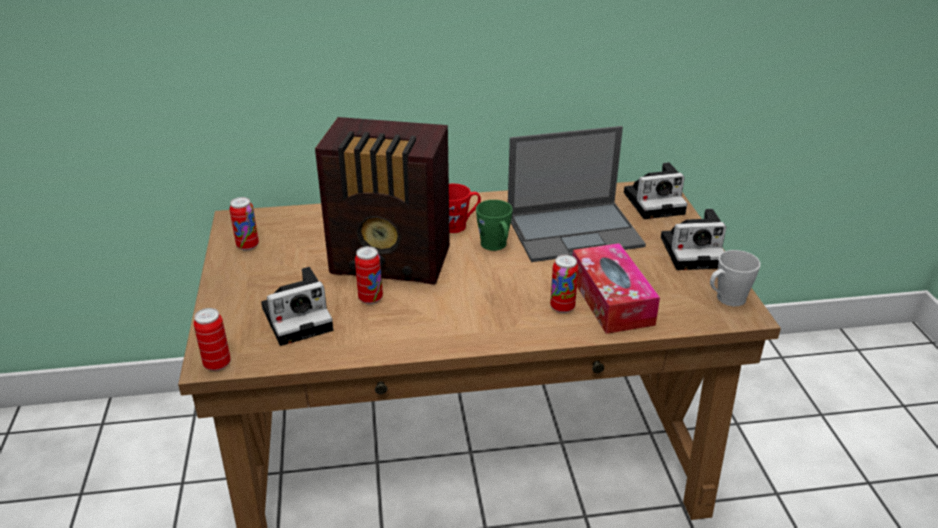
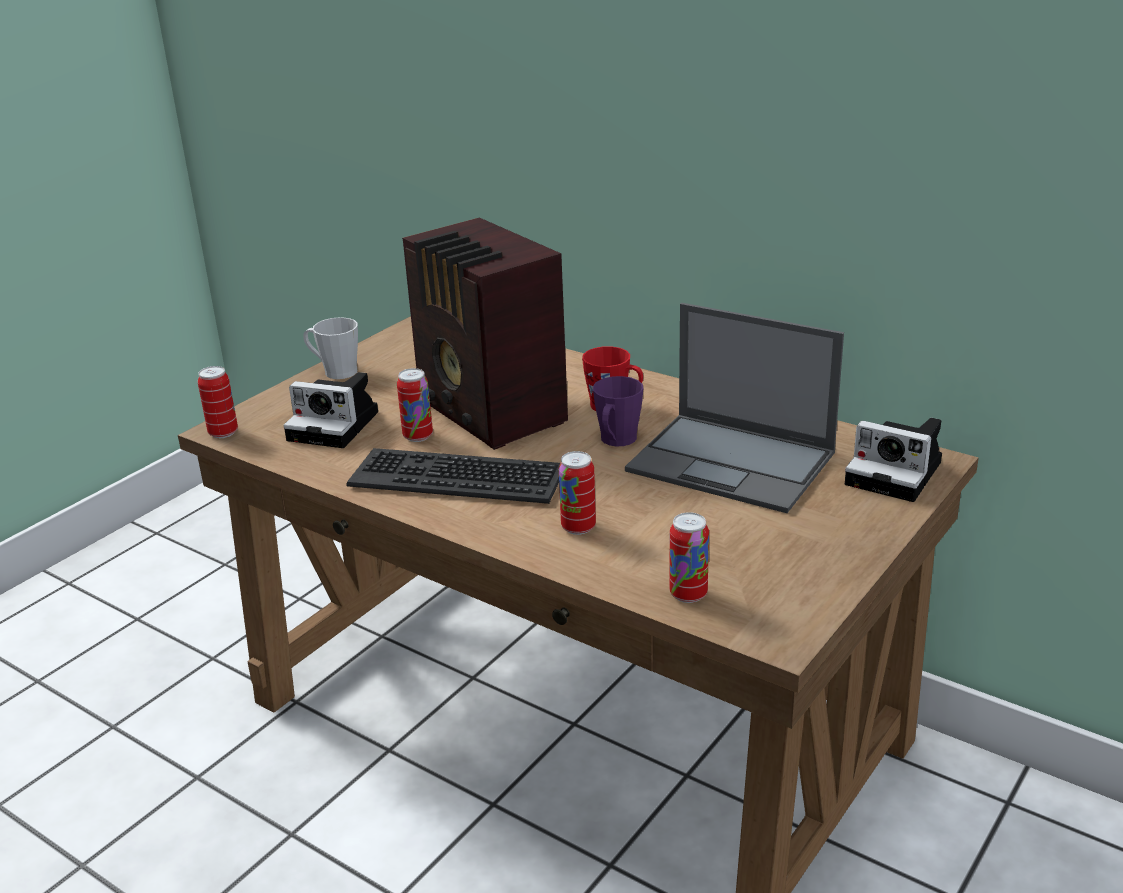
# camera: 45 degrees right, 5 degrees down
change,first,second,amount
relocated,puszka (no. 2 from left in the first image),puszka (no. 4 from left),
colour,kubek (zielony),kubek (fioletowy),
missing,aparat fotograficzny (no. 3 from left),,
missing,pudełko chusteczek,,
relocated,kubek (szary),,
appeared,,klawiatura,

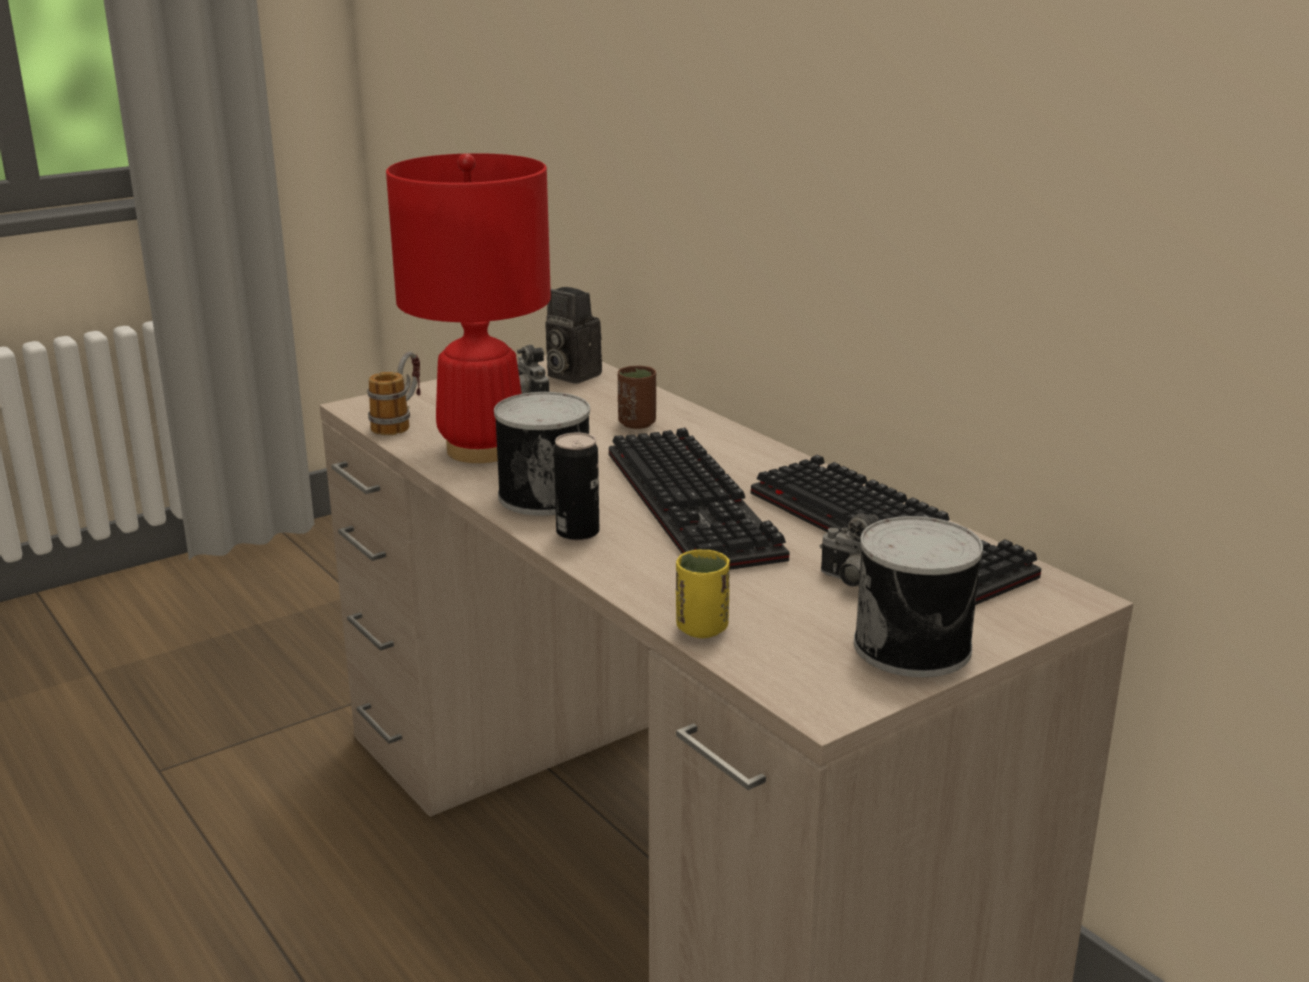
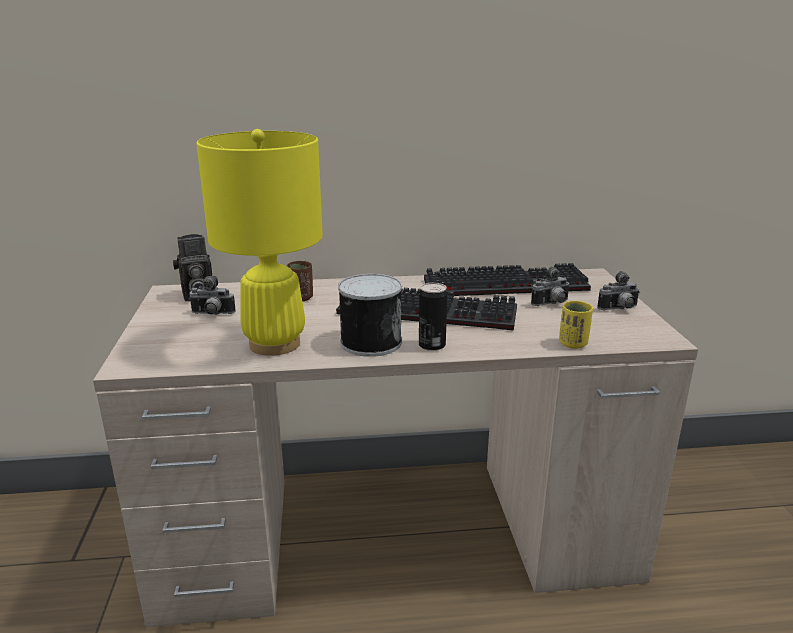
# camera: 60 degrees left, 0 degrees up
change,first,second,amount
colour,lampa stołowa (czerwony),lampa stołowa (żółty),
missing,kubek,,
exchanged,puszka (no. 3 from left),aparat fotograficzny (no. 4 from left),

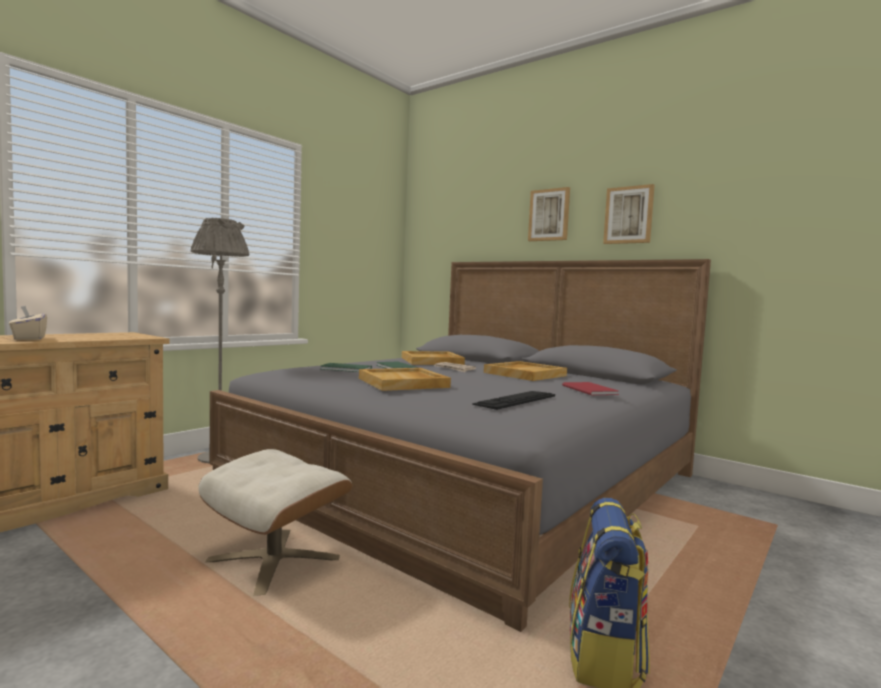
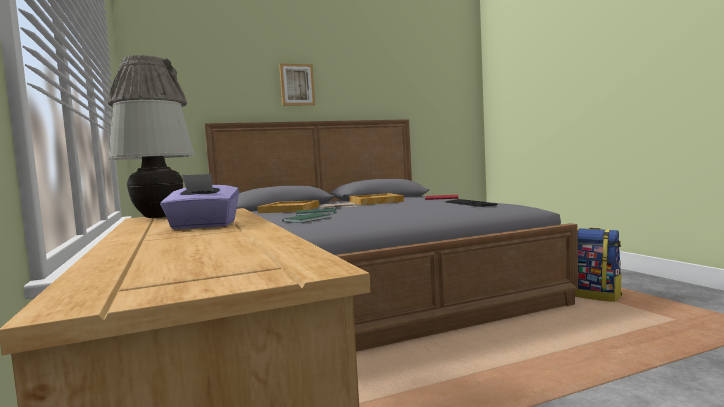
# camera: 60 degrees left, 0 degrees up
change,first,second,amount
missing,obraz (no. 2 from left),,
colour,pudełko chusteczek (beżowy),pudełko chusteczek (fioletowy),
missing,taca (beżowy) (no. 1 from left),,
missing,pufa (beżowy),,
appeared,,lampa stołowa (biały),

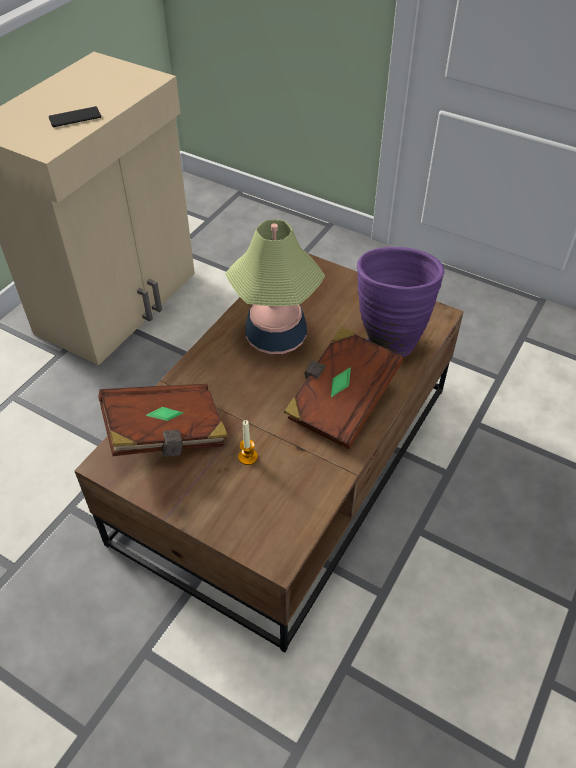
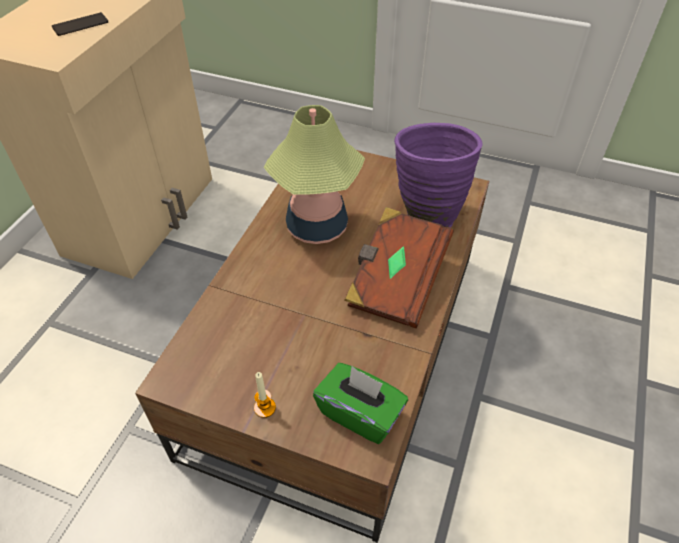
# camera: 10 degrees left, 0 degrees up
change,first,second,amount
missing,książka (brązowy) (no. 1 from left),,
relocated,świeca,,
appeared,,pudełko chusteczek (zielony),

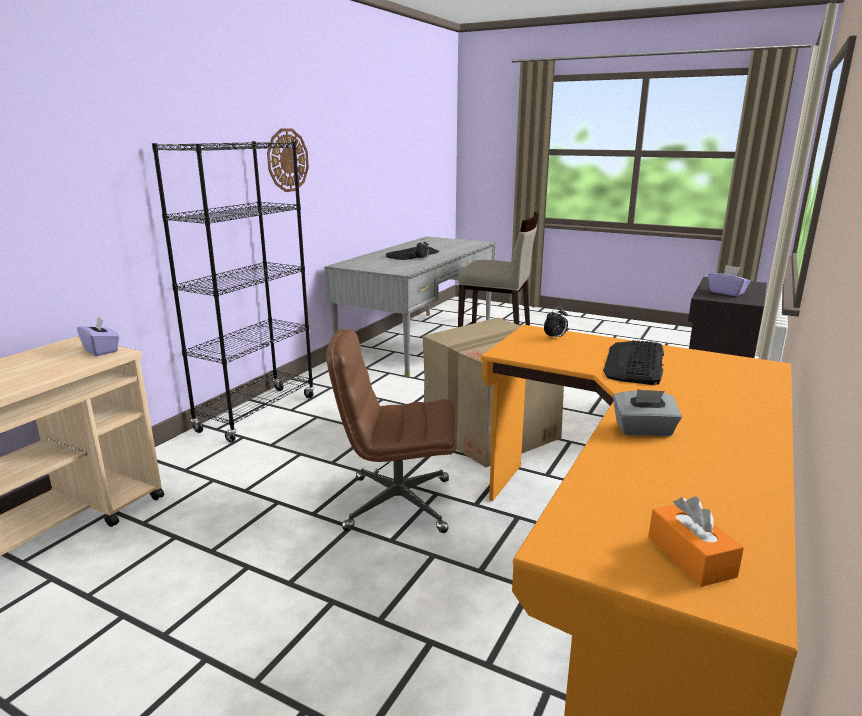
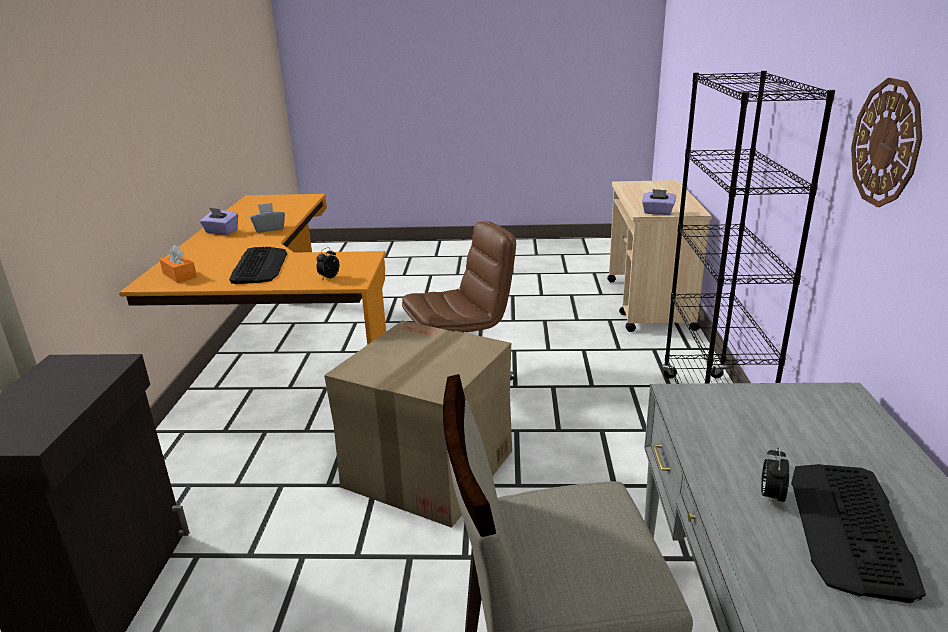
# camera: 155 degrees right, 5 degrees up
change,first,second,amount
relocated,pudełko chusteczek (fioletowy) (no. 2 from left in the first image),pudełko chusteczek (fioletowy) (no. 1 from left),
relocated,pudełko chusteczek (pomarańczowy),,

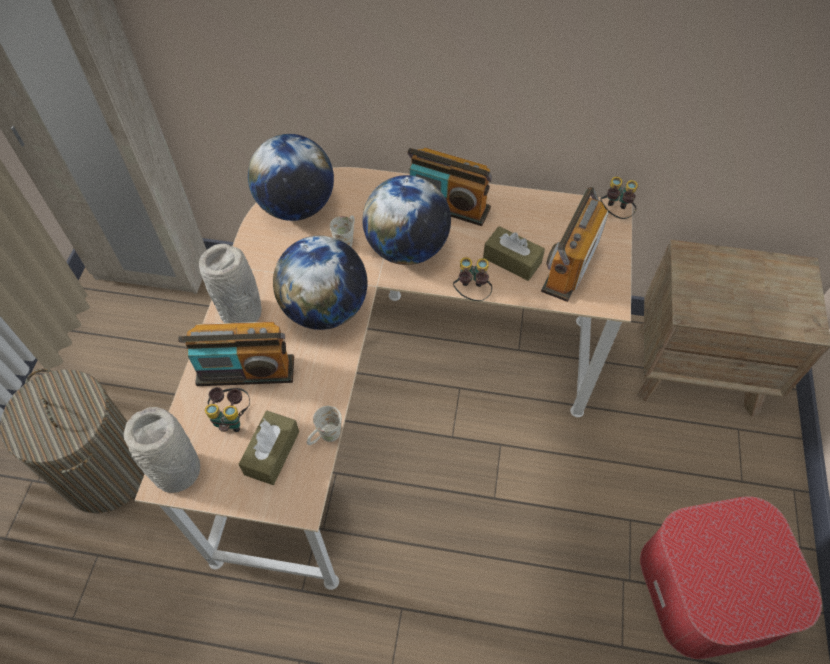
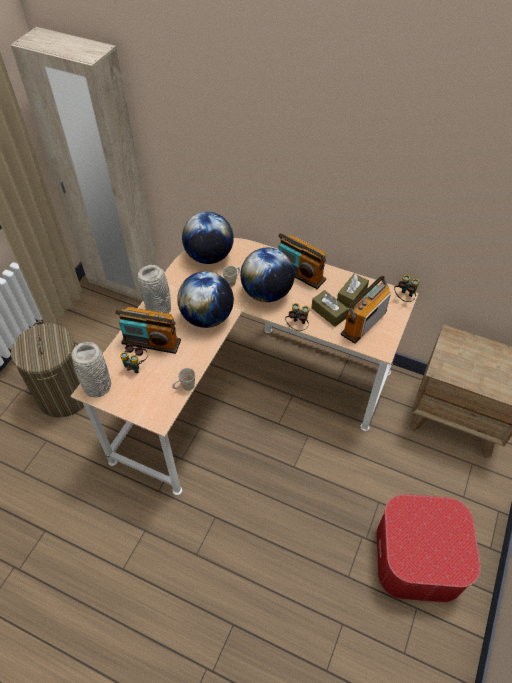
# camera: 15 degrees right, 5 degrees down
change,first,second,amount
relocated,pudełko chusteczek (brązowy) (no. 1 from left in the first image),pudełko chusteczek (brązowy) (no. 2 from left),

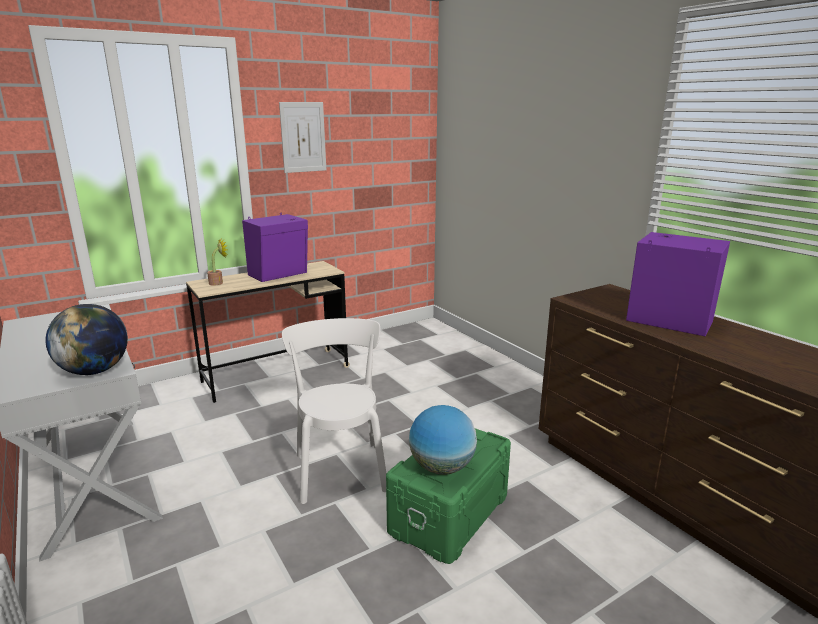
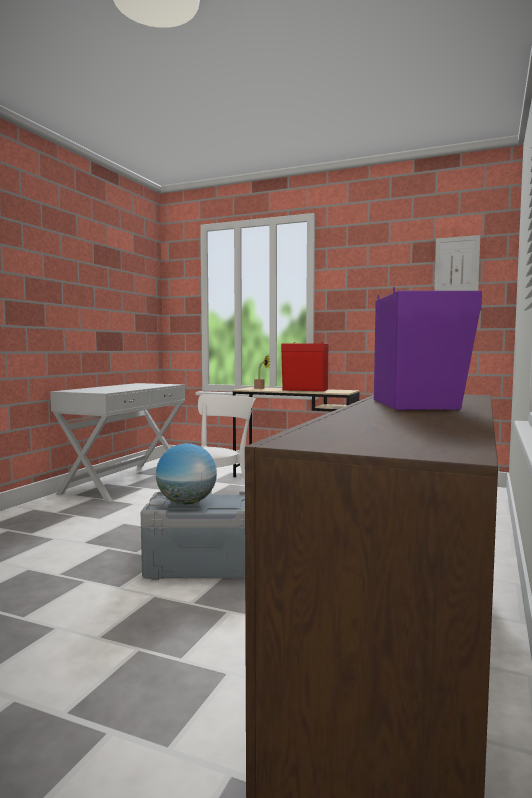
# camera: 55 degrees right, 15 degrees down
change,first,second,amount
relocated,obraz,,
colour,głośnik (fioletowy) (no. 1 from left),głośnik (czerwony),
missing,globus (no. 1 from left),,
colour,pojemnik do przechowywania (zielony),pojemnik do przechowywania (szary),

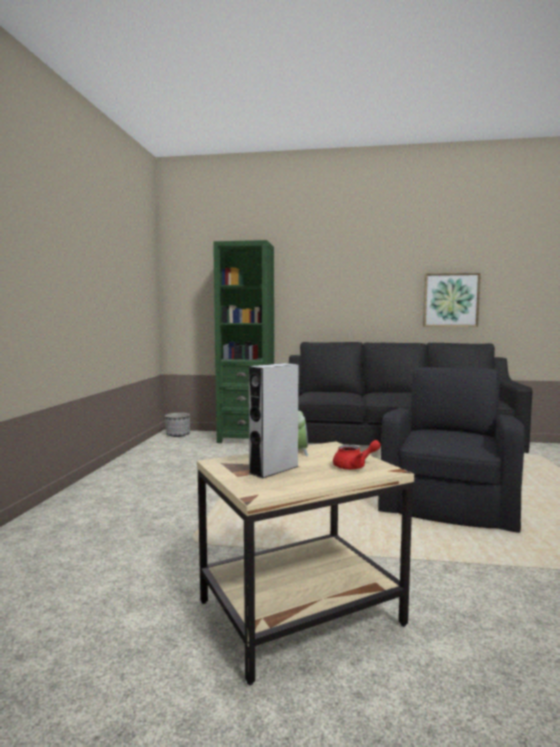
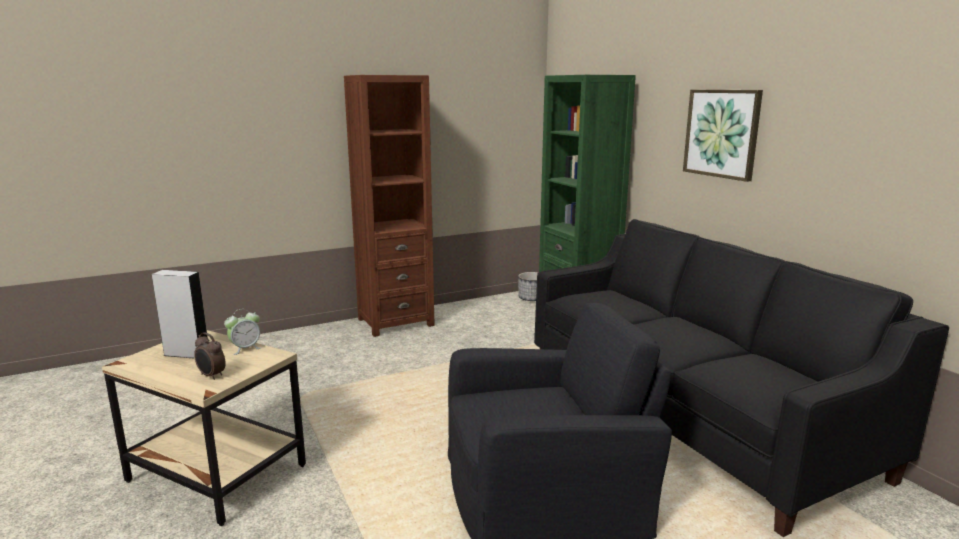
# camera: 55 degrees right, 10 degrees up
change,first,second,amount
relocated,obraz,,
exchanged,imbryk (czerwony),budzik (no. 1 from left),
appeared,,regał (brązowy),

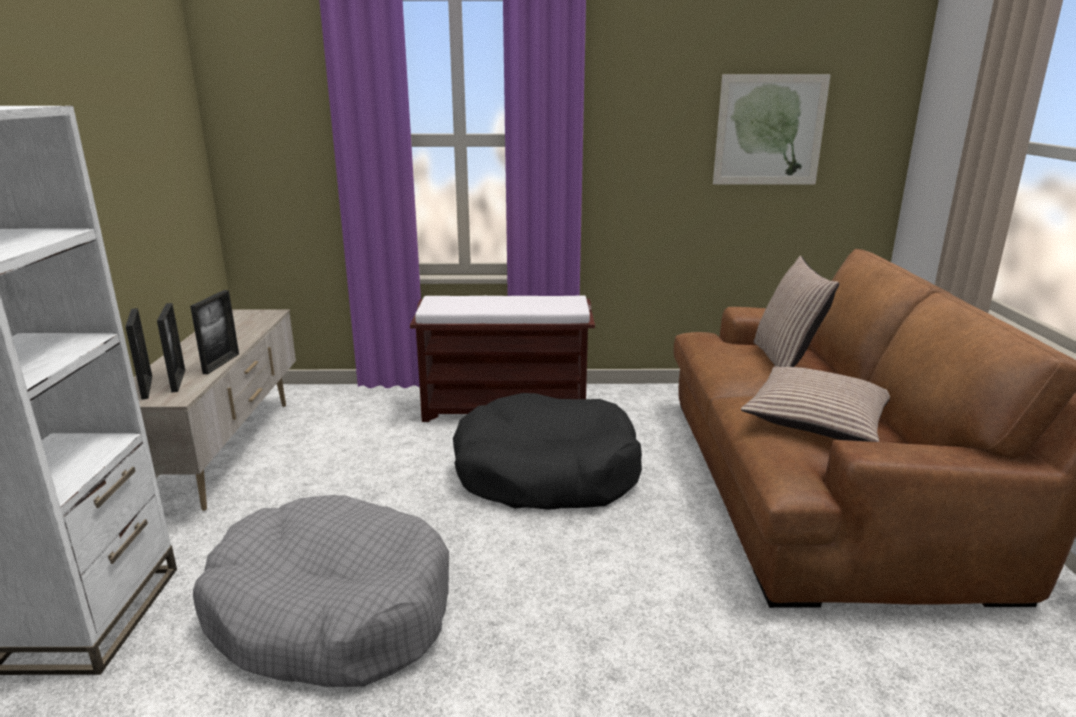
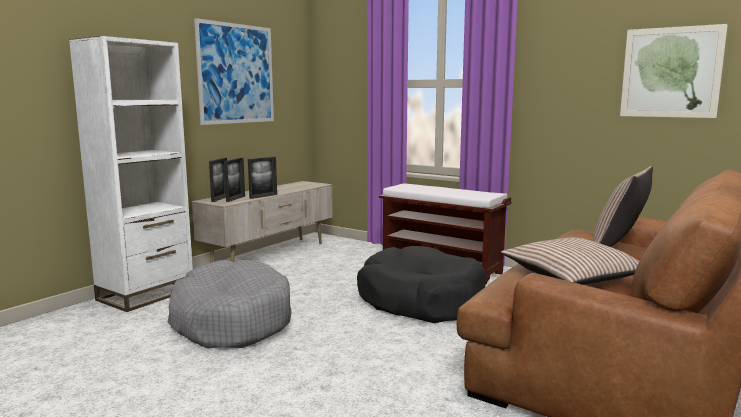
# camera: 35 degrees right, 10 degrees down
change,first,second,amount
appeared,,obraz (no. 1 from left),

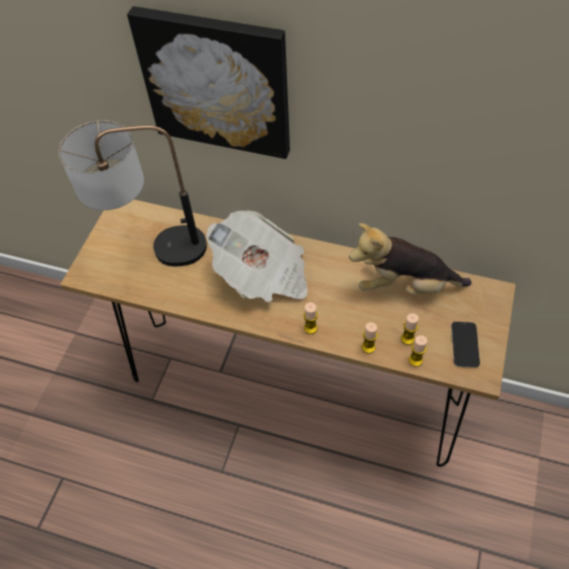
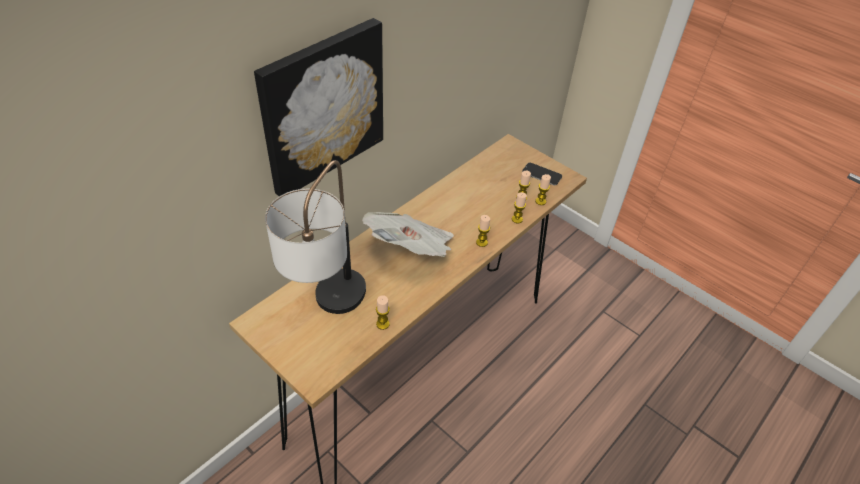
# camera: 70 degrees left, 10 degrees down
change,first,second,amount
missing,pluszak,,
appeared,,świeca (no. 1 from left),

